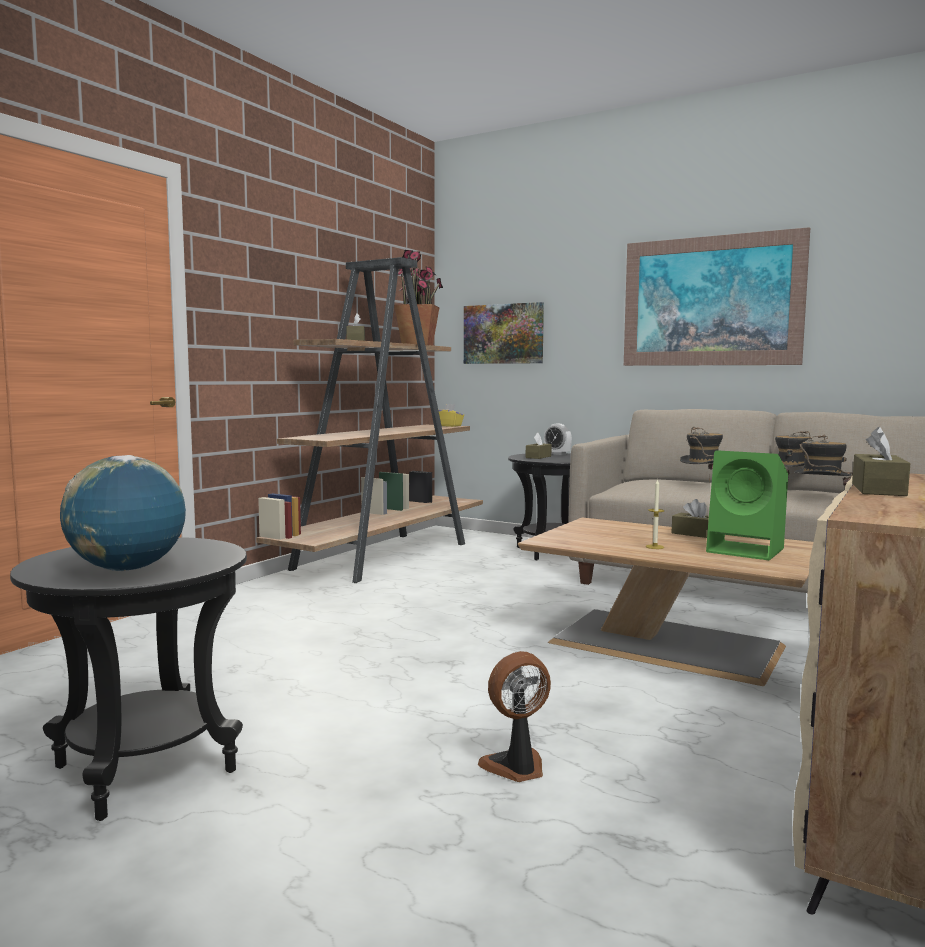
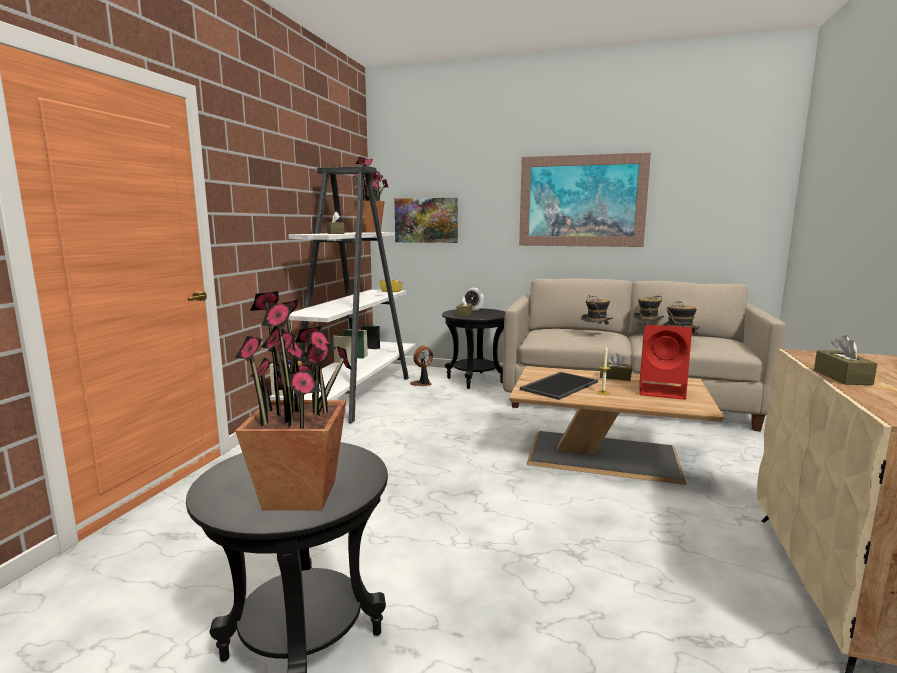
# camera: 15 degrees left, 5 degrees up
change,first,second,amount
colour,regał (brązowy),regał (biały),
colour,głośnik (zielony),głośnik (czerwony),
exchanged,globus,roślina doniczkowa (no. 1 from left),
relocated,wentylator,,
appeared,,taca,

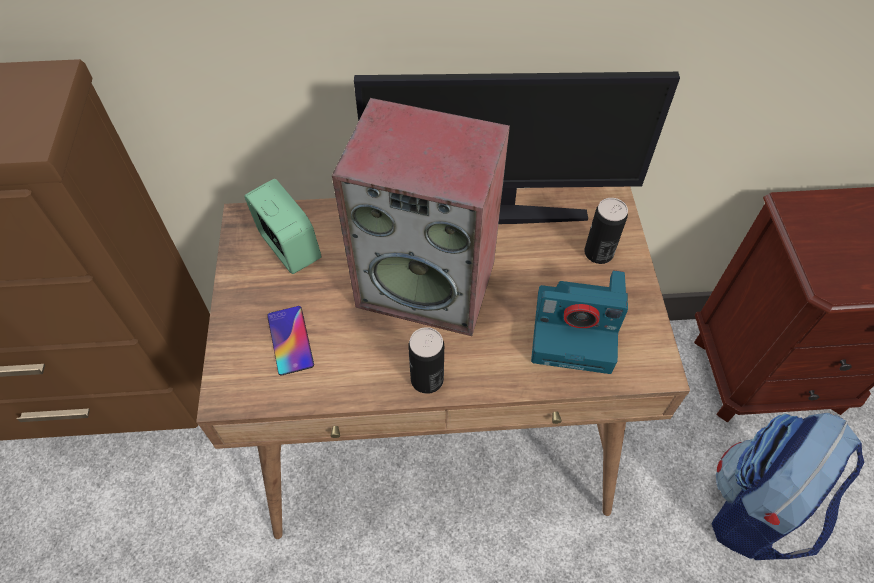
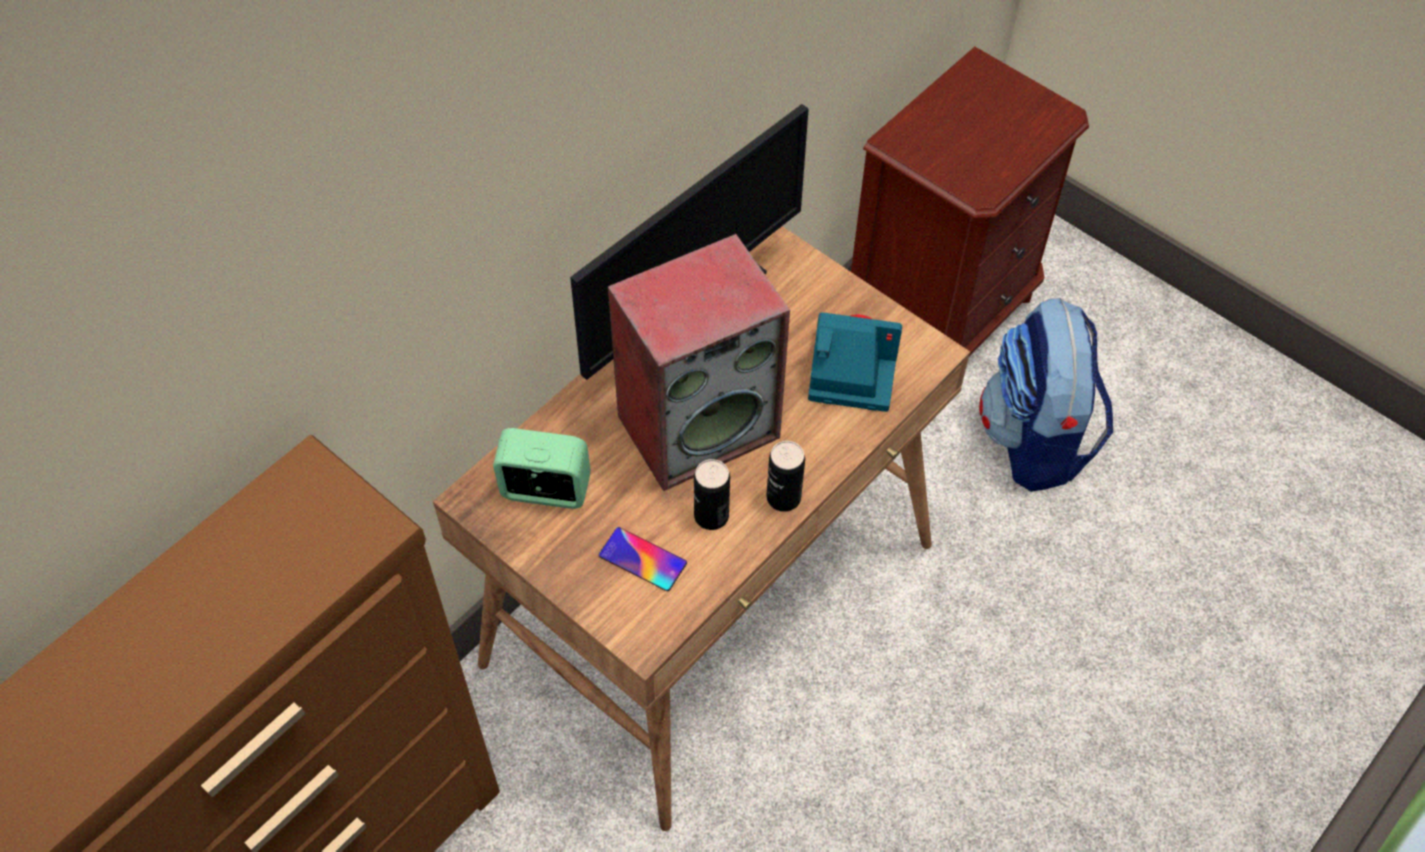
# camera: 45 degrees left, 0 degrees up
change,first,second,amount
relocated,puszka (no. 2 from left in the first image),puszka (no. 1 from left),
spun,aparat fotograficzny,,135 degrees counterclockwise

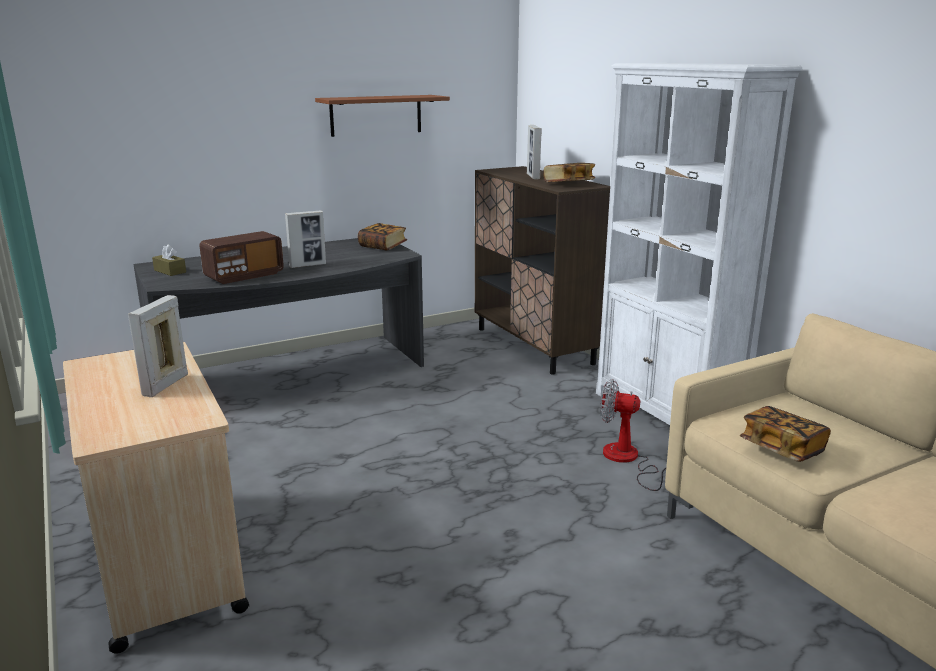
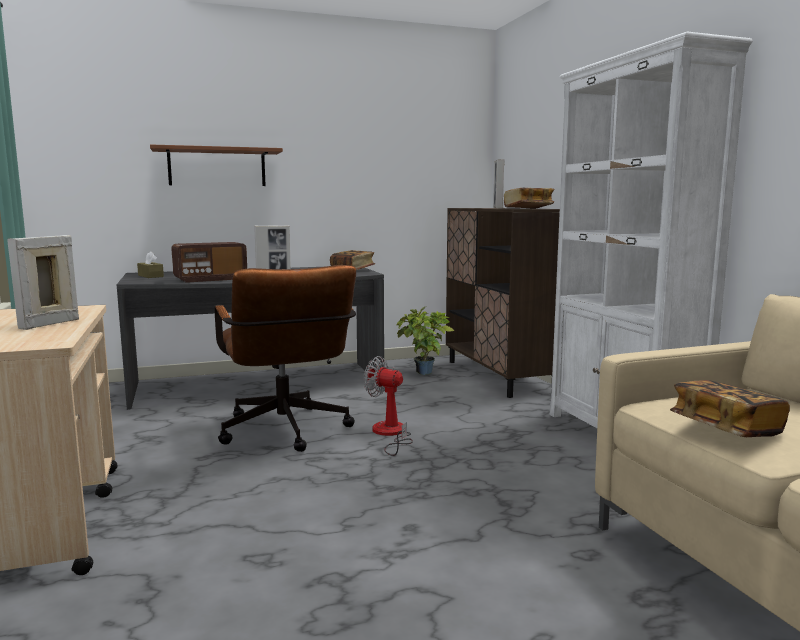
# camera: 10 degrees right, 10 degrees down
change,first,second,amount
relocated,półka (brązowy),,
relocated,wentylator,,
appeared,,krzesło biurowe (brązowy),
appeared,,roślina doniczkowa,

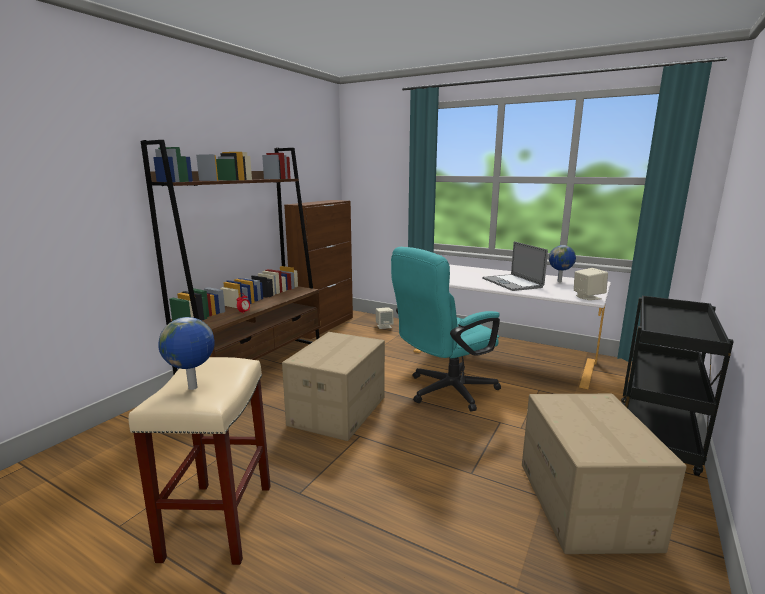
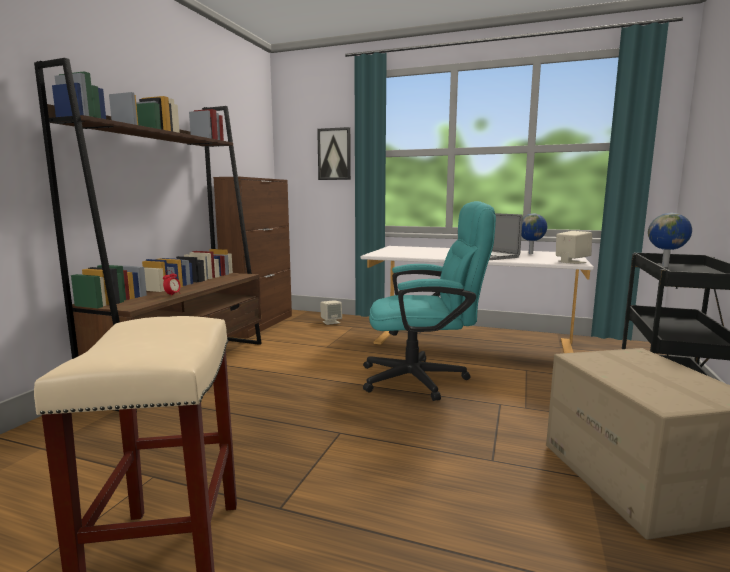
# camera: 10 degrees left, 5 degrees down
change,first,second,amount
spun,krzesło biurowe (turkusowy),,135 degrees counterclockwise
relocated,globus (no. 1 from left in the first image),globus (no. 2 from left),
missing,karton (no. 1 from left),,
appeared,,obraz,

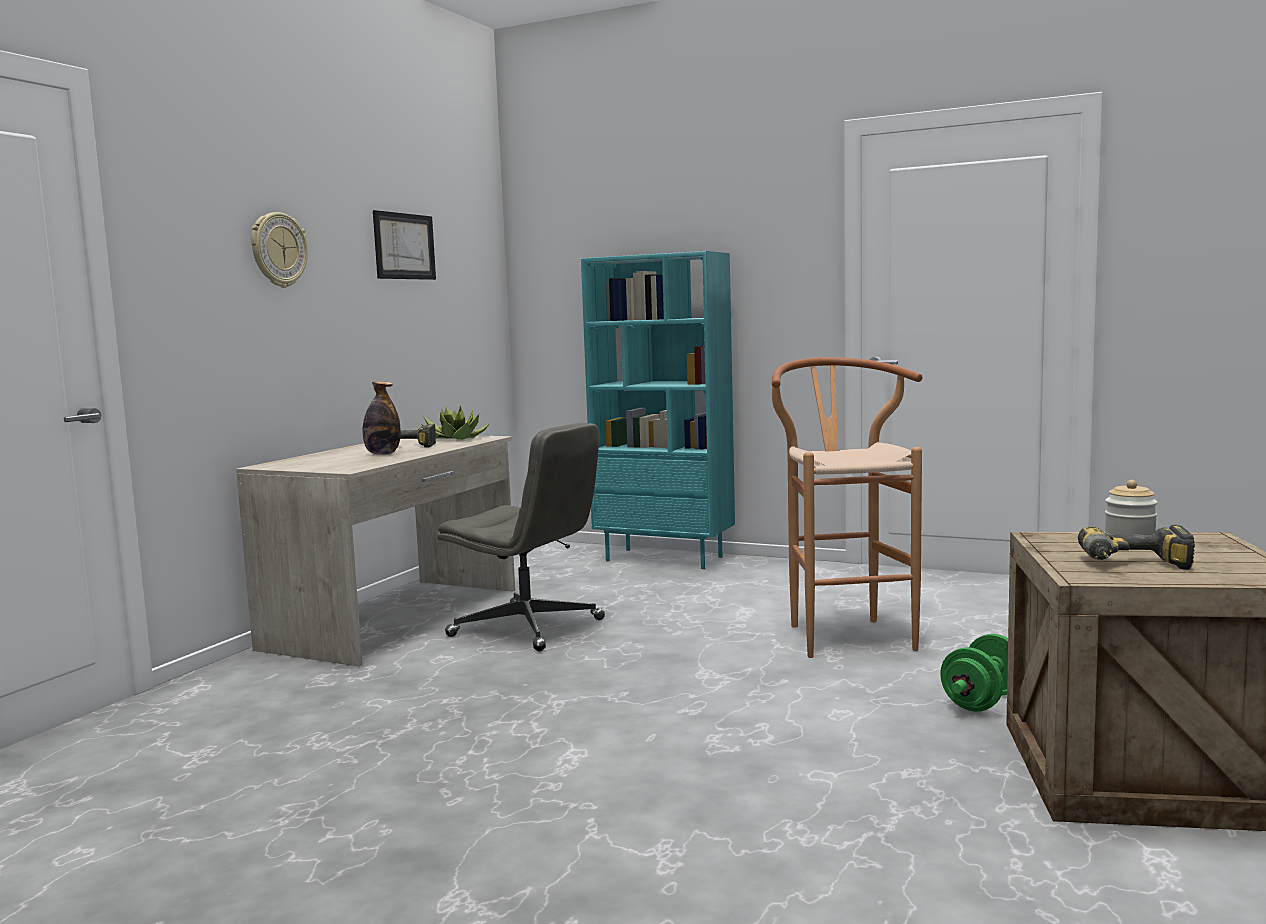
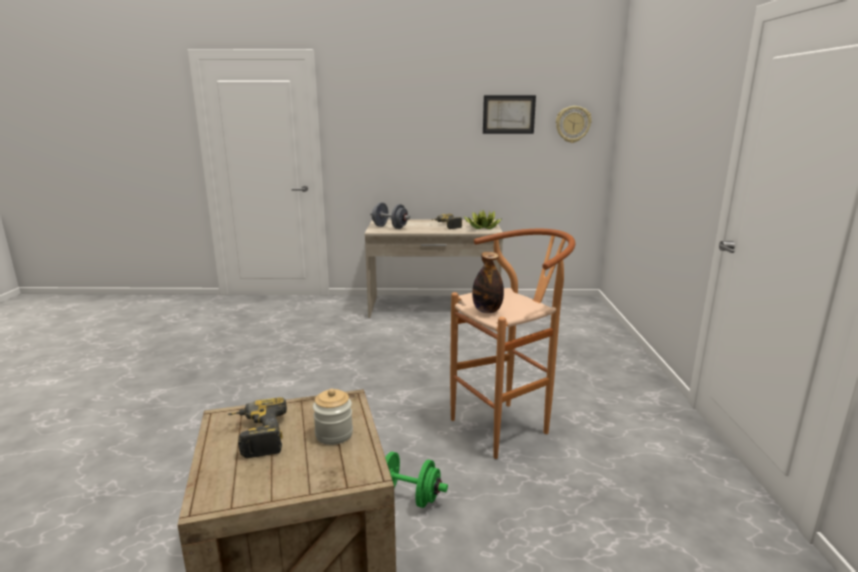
# camera: 65 degrees right, 10 degrees up
change,first,second,amount
relocated,zegar ścienny,,
missing,regał (turkusowy),,
relocated,butelka,,
missing,krzesło biurowe (szary),,
appeared,,hantel (szary),

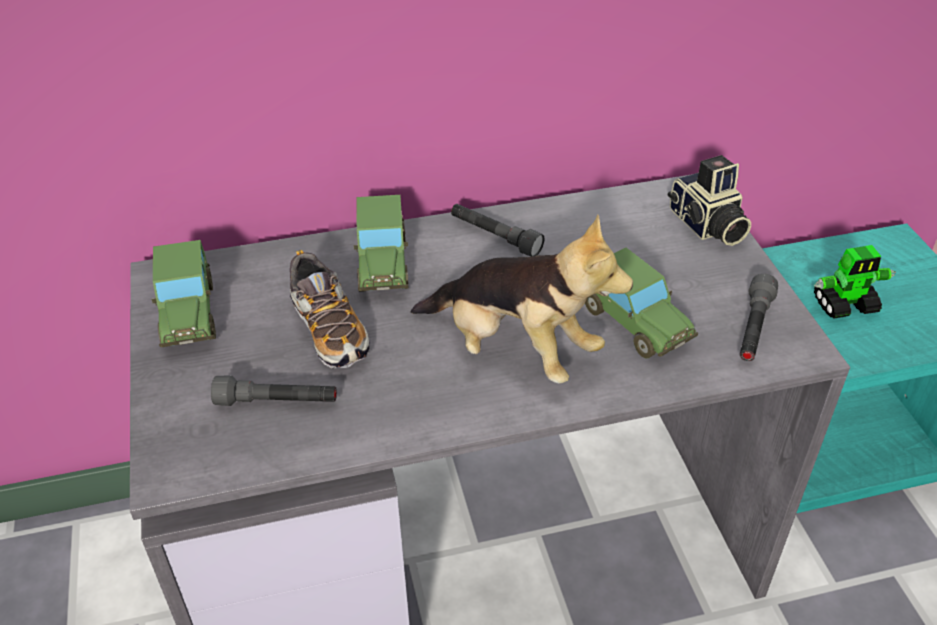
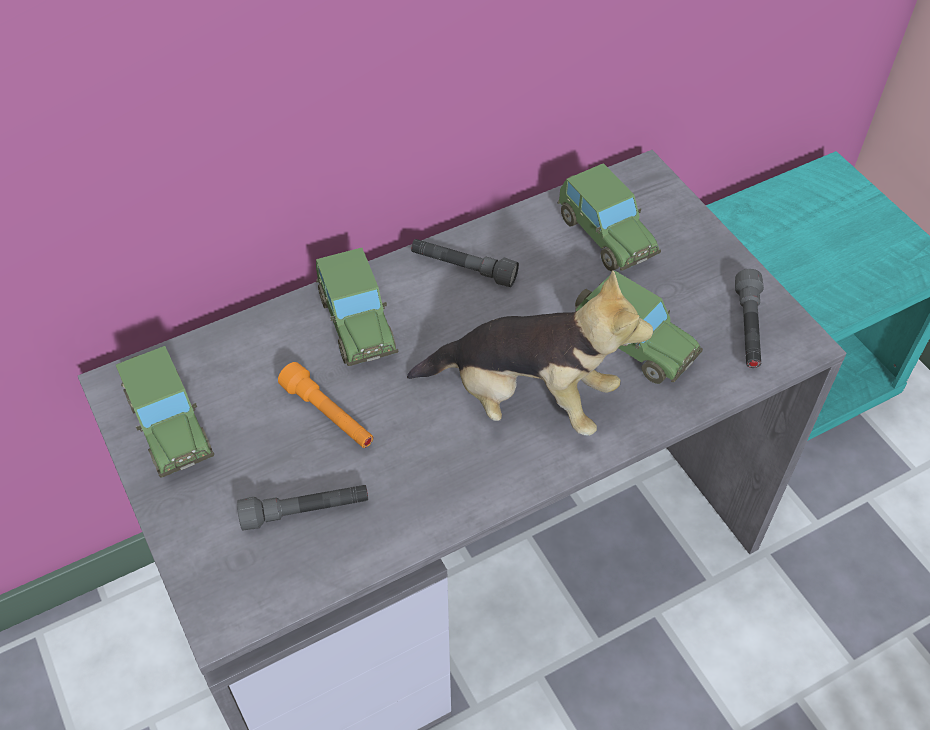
# camera: 15 degrees left, 10 degrees up
change,first,second,amount
missing,aparat fotograficzny,,
missing,robot zabawkowy,,
exchanged,but,latarka (pomarańczowy),
appeared,,samochodzik (no. 3 from left),

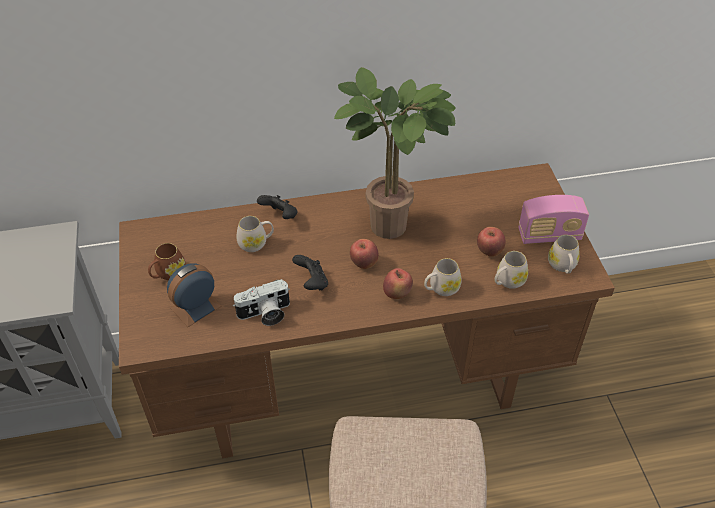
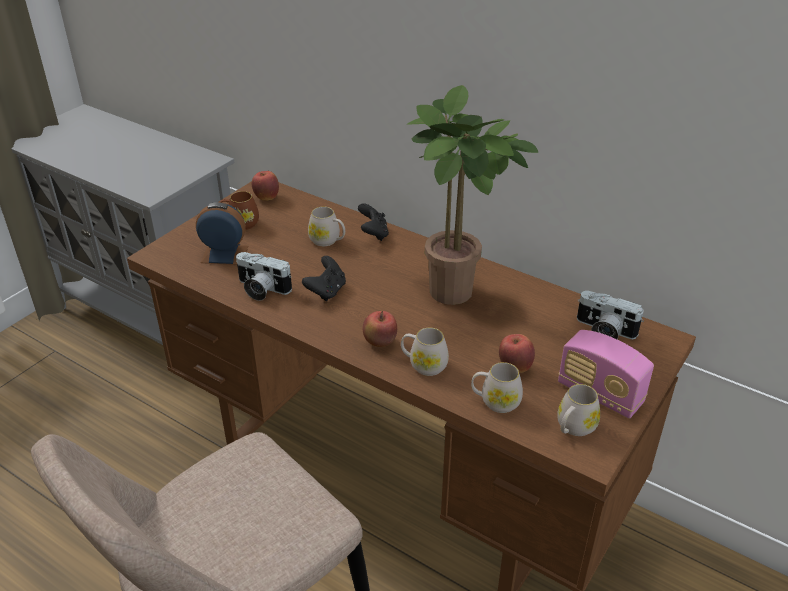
# camera: 45 degrees right, 10 degrees down
change,first,second,amount
relocated,jabłko (no. 1 from left),,
appeared,,aparat fotograficzny (no. 2 from left),

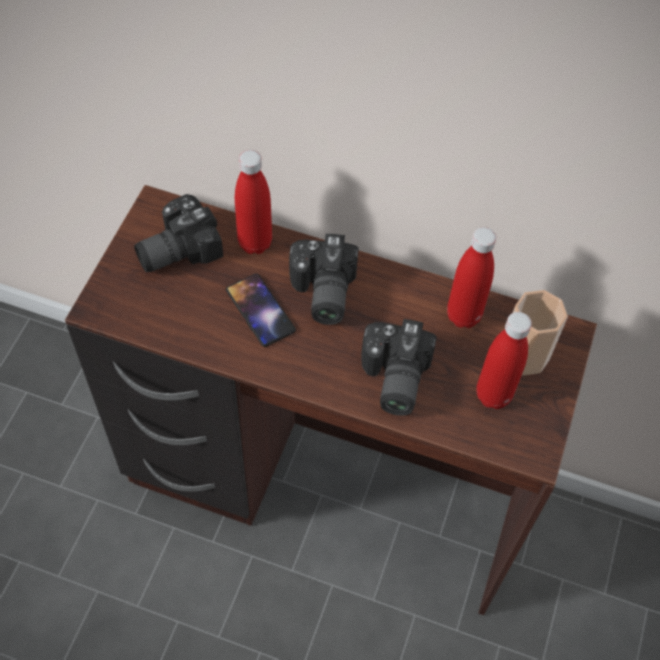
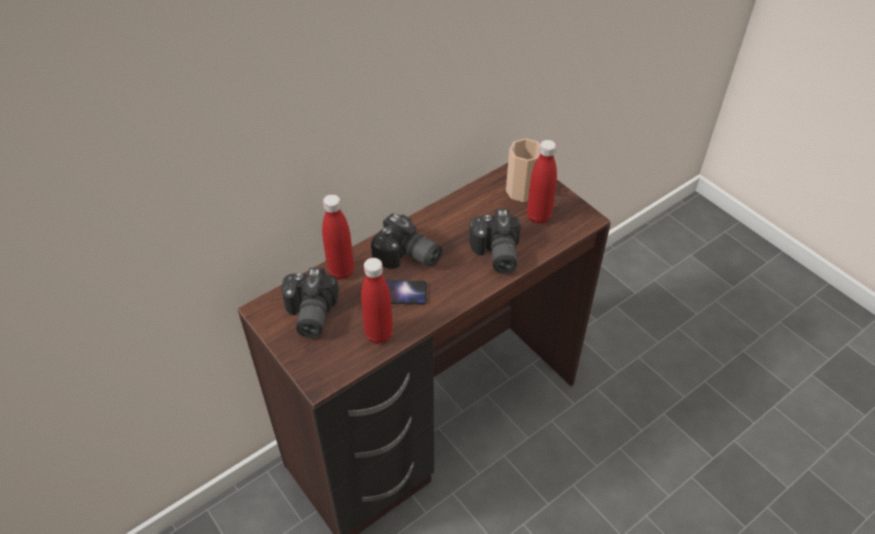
# camera: 55 degrees left, 10 degrees down
change,first,second,amount
relocated,butelka (czerwony) (no. 2 from left),,
spun,aparat fotograficzny (no. 3 from left),,45 degrees clockwise

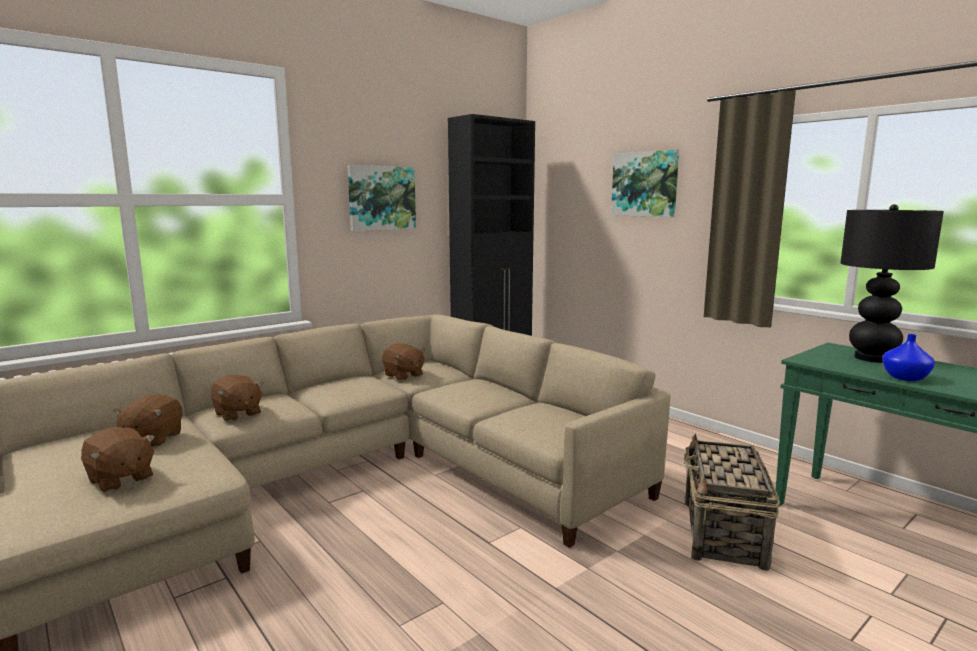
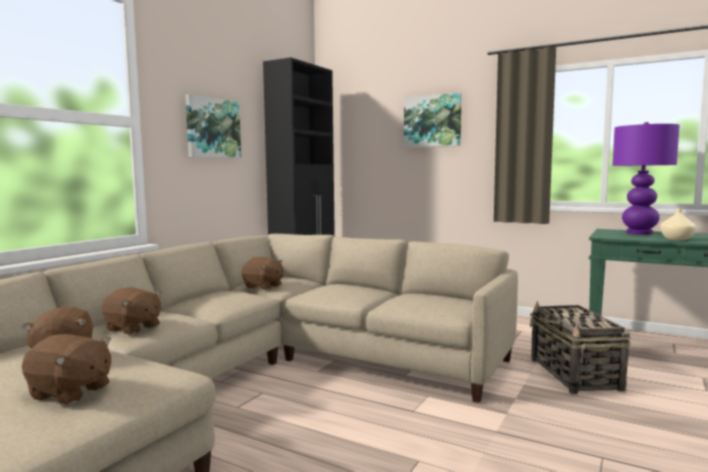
# camera: 20 degrees left, 5 degrees down
change,first,second,amount
colour,lampa stołowa (czarny),lampa stołowa (fioletowy),
colour,wazon (niebieski),wazon (beżowy),

